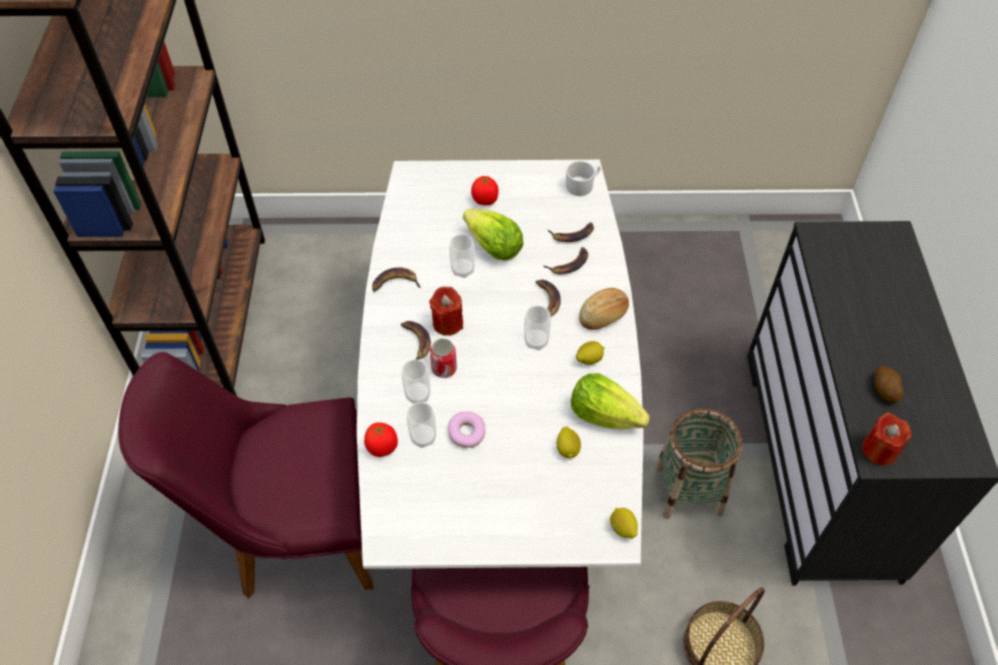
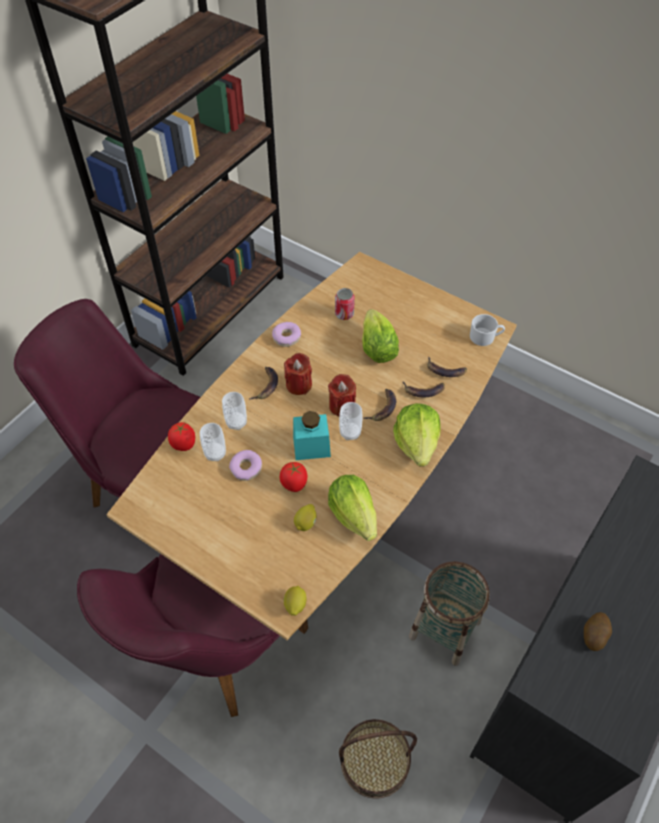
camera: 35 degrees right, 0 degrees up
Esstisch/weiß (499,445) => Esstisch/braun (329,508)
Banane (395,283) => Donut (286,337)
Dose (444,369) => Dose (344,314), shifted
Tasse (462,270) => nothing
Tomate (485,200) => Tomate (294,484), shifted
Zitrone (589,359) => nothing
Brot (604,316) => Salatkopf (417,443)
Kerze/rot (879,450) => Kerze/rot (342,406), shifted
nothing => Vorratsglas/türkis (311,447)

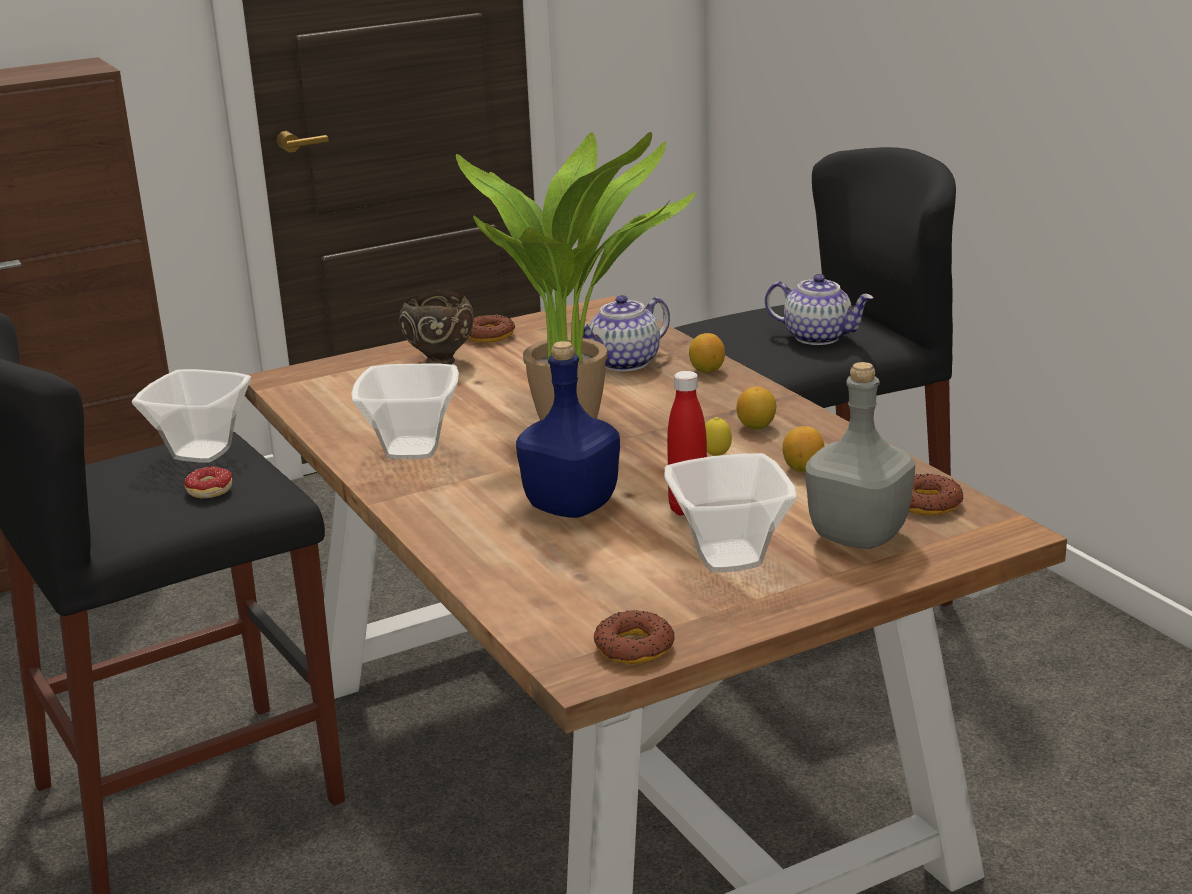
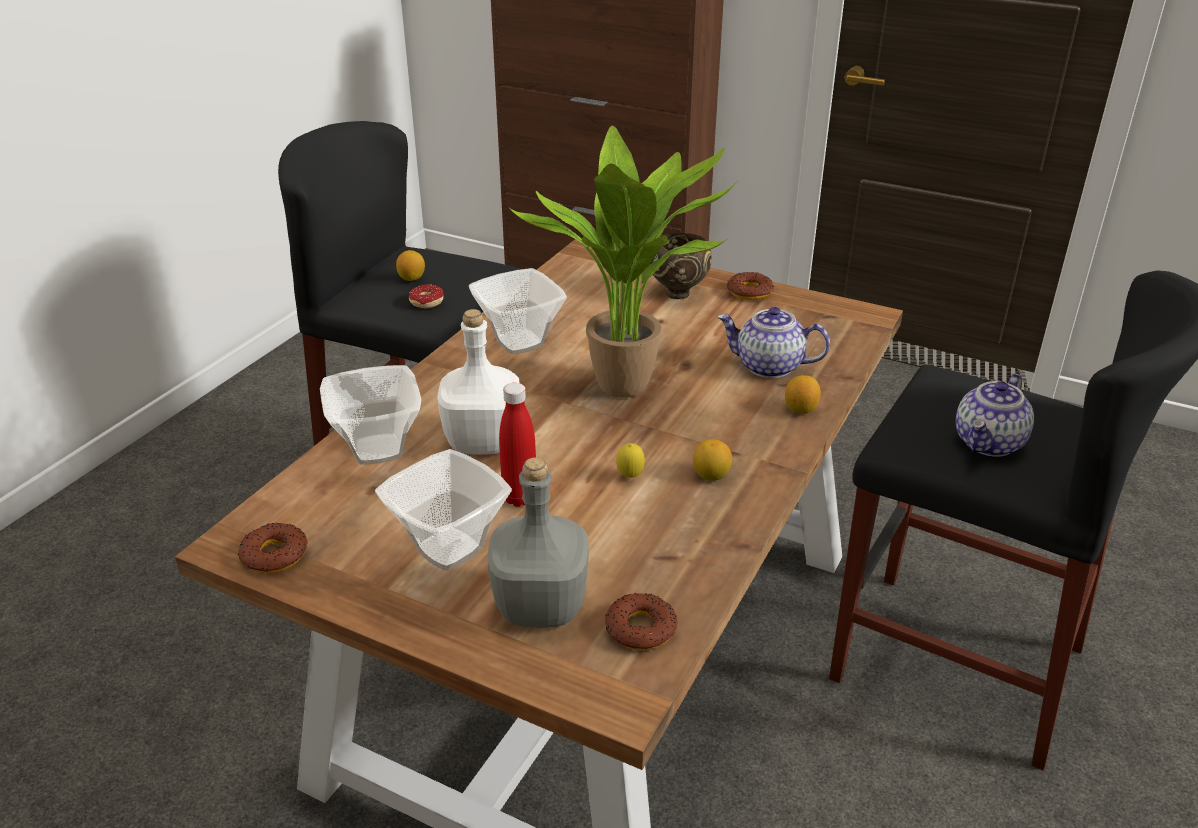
camera: 55 degrees right, 10 degrees up
Schüssel (202,453) => Schüssel (376,451), shifted
Flasche/blau (569,506) => Flasche/weiß (482,441)
Teekanne (818,337) => Teekanne (989,443), 45 degrees clockwise
Zitrone (803,468) => Zitrone (411,278), shifted

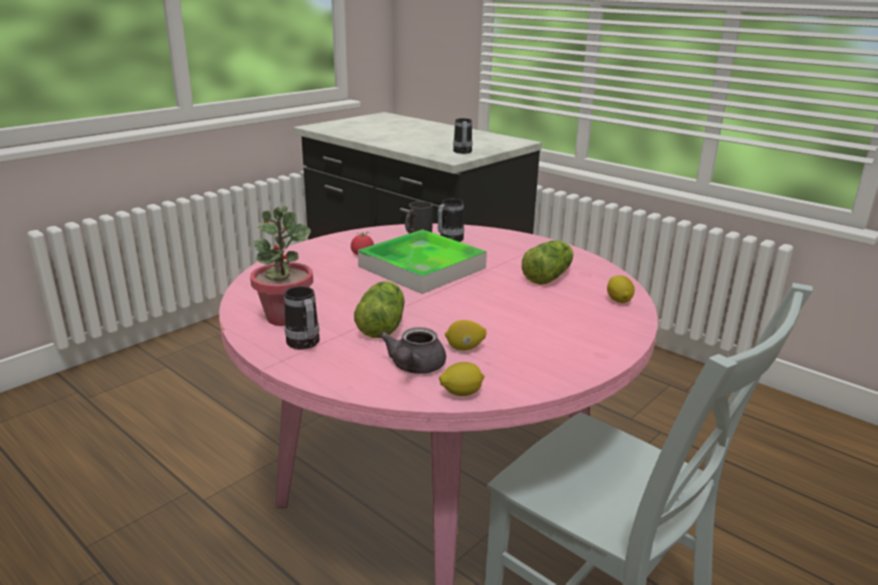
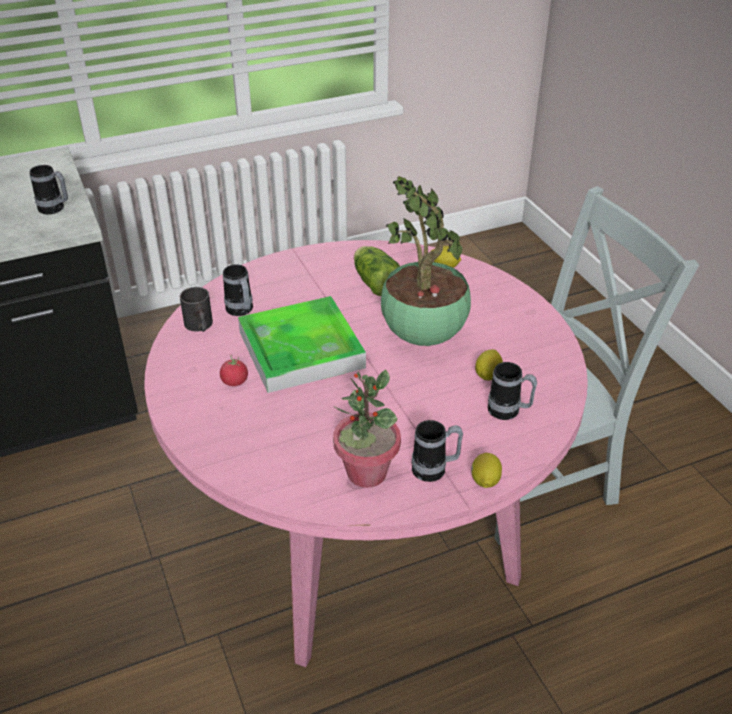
camera: 65 degrees left, 15 degrees up
Salatkopf (383,324) => nothing
Teekanne/grau (414,368) => Henkelbecher (509,412)
Zitrone (461,393) => Zitrone (485,481), shifted
nothing => Topfpflanze (425,337)

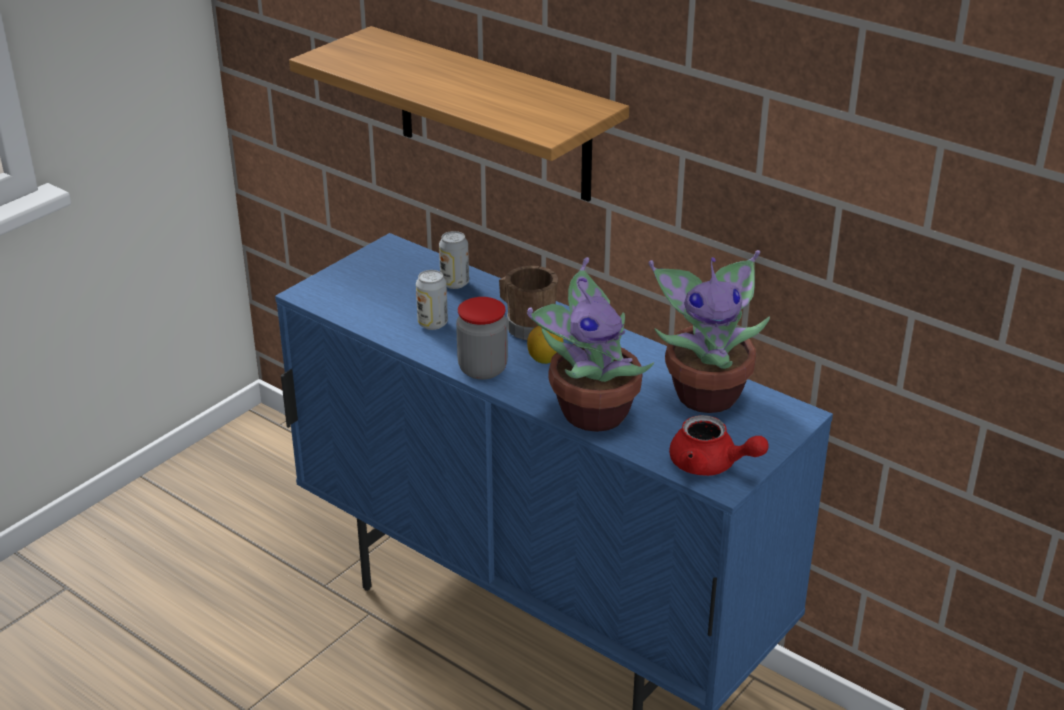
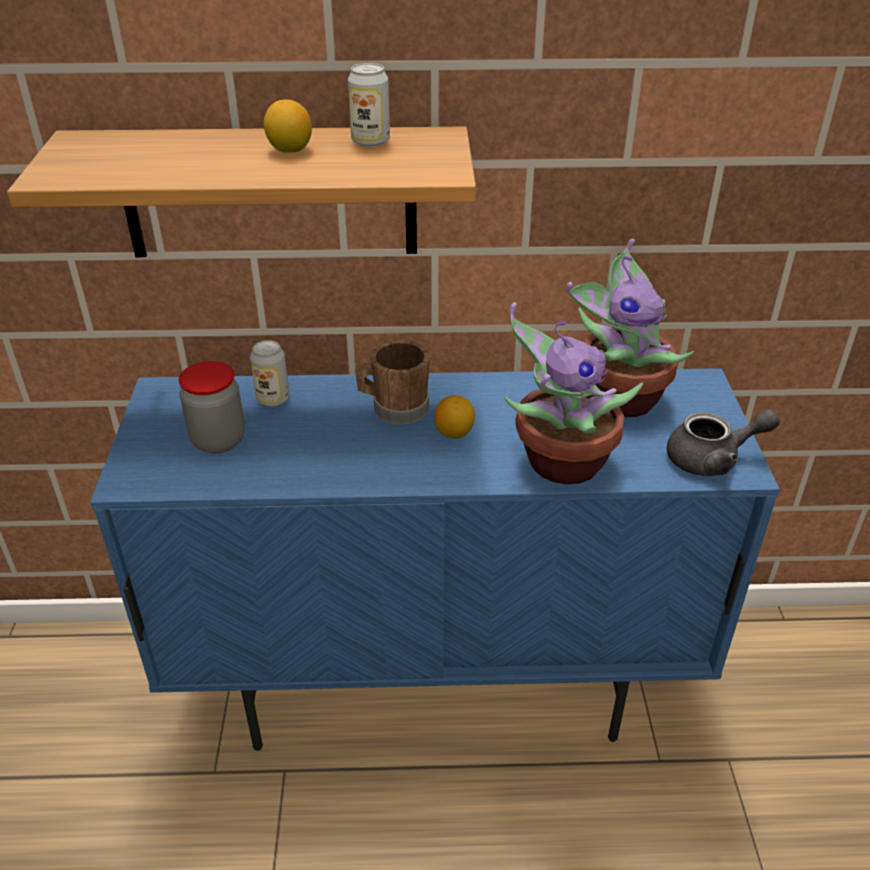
camera: 40 degrees left, 5 degrees up
Dose (432,324) => Dose (370,142), shifted
Vorratsglas (482,369) => Vorratsglas (218,440), shifted
Teekanne/rot (711,465) => Teekanne/grau (712,459)
nothing => Zitrone (290,150)

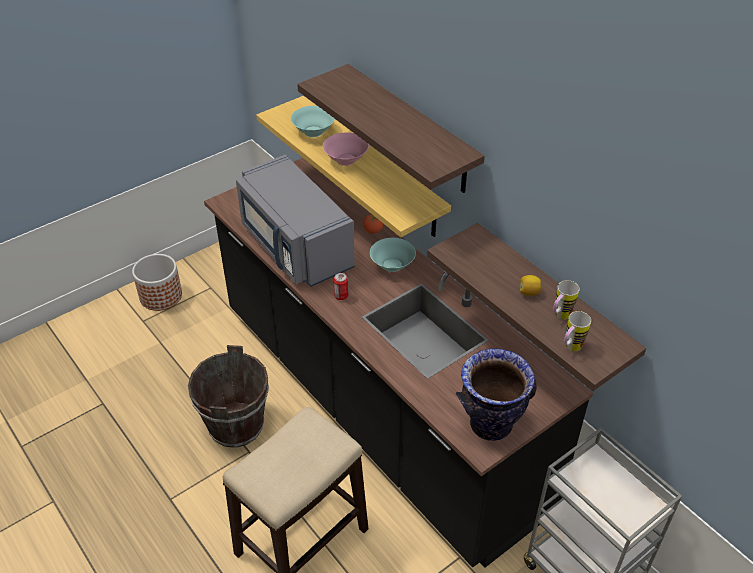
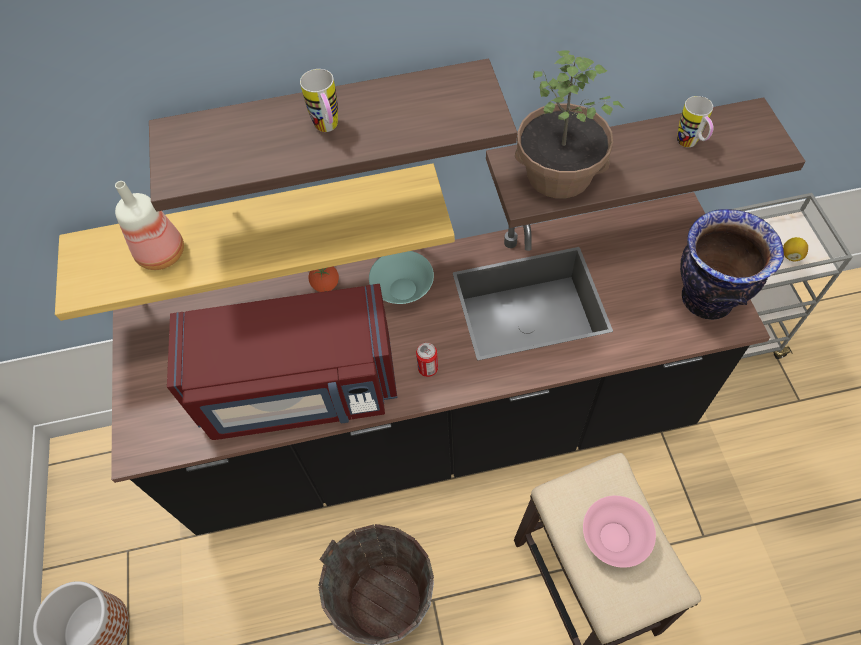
camera: 60 degrees left, 15 degrees up
Mikrowelle/grau (295,247) => Mikrowelle/rot (298,389)
Schüssel/türkis (314,131) => Flasche (163,253)
Schüssel/rosa (346,160) => Schüssel/rosa (615,538), shifted
Zitrone (529,292) => Zitrone (791,255), shifted
Henkelbecher (570,348) => Henkelbecher (328,129), shifted
nothing => Topfpflanze (558,175)

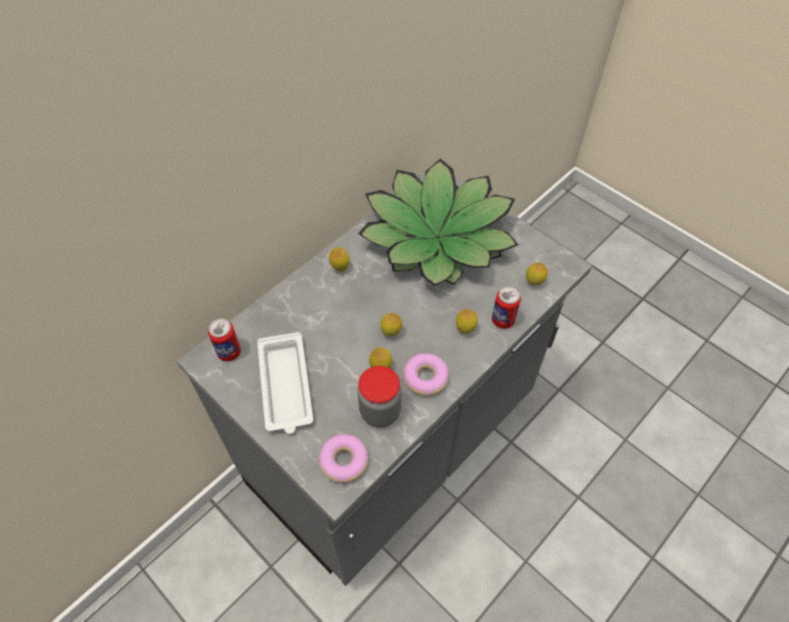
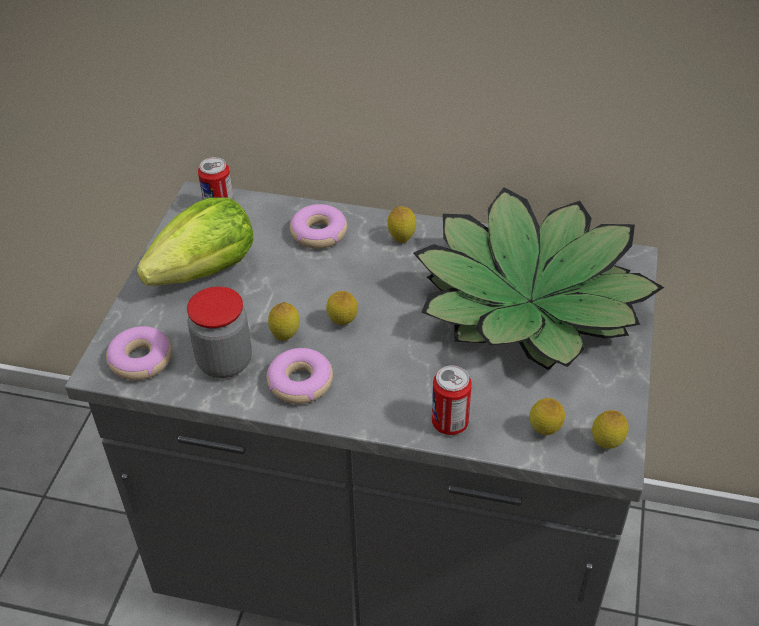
camera: 60 degrees right, 10 degrees down
Tablett/weiß (285,386) => Salatkopf (206,271)
Zitrone (465,329) => Zitrone (606,444), shifted
nothing => Donut (318,233)

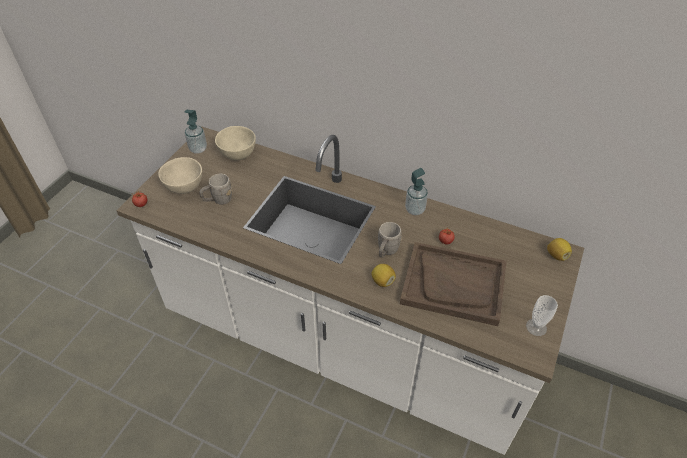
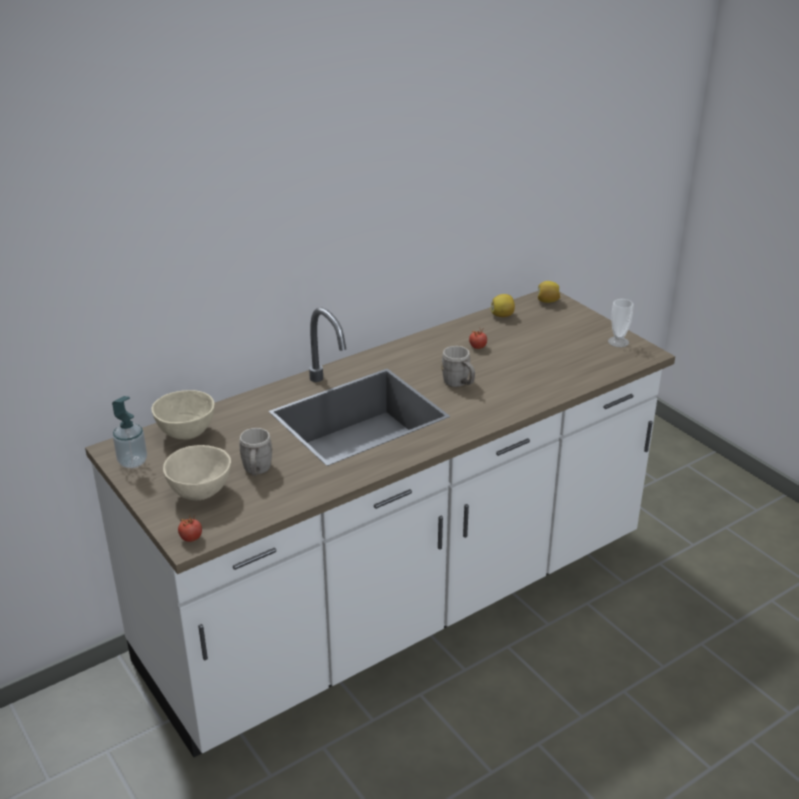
camera: 60 degrees left, 15 degrees down
Zitrone (382,281) => Zitrone (502,315), shifted
Tablett/braun (454,284) => nothing
Seifenspender (415,209) => nothing

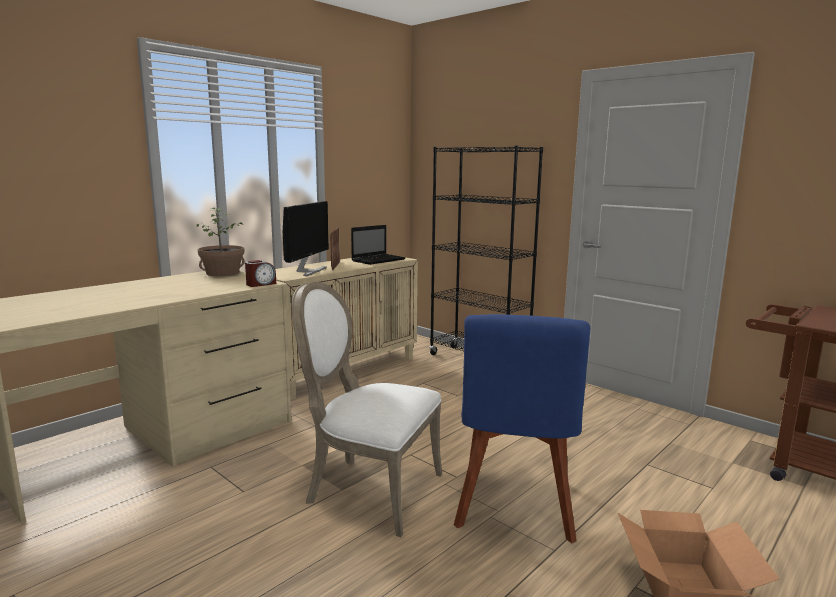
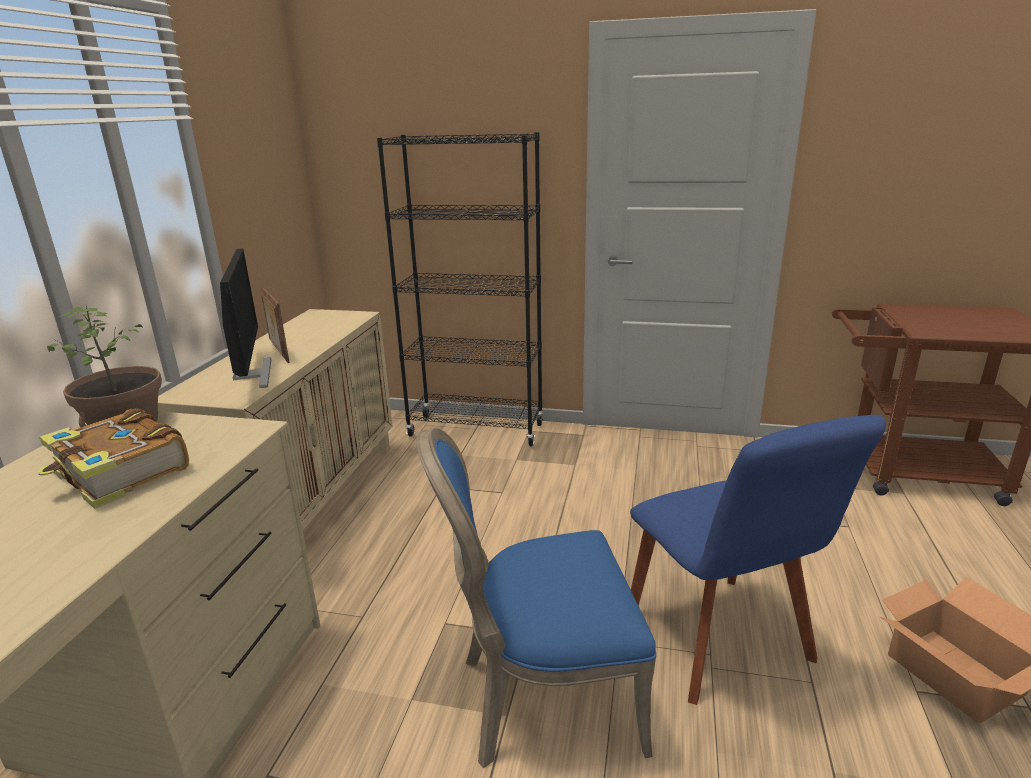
camera: 30 degrees left, 10 degrees up
Wecker (261,284) => nothing
Stuhl/weiß (369,490) => Stuhl/blau (541,698)
Laptop (379,260) => nothing
nothing => Buch (120,473)

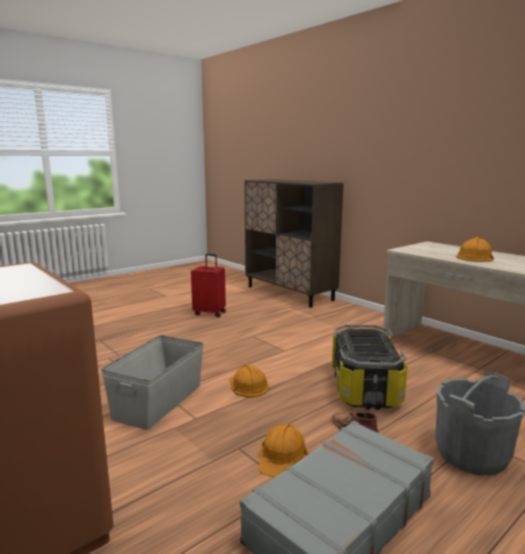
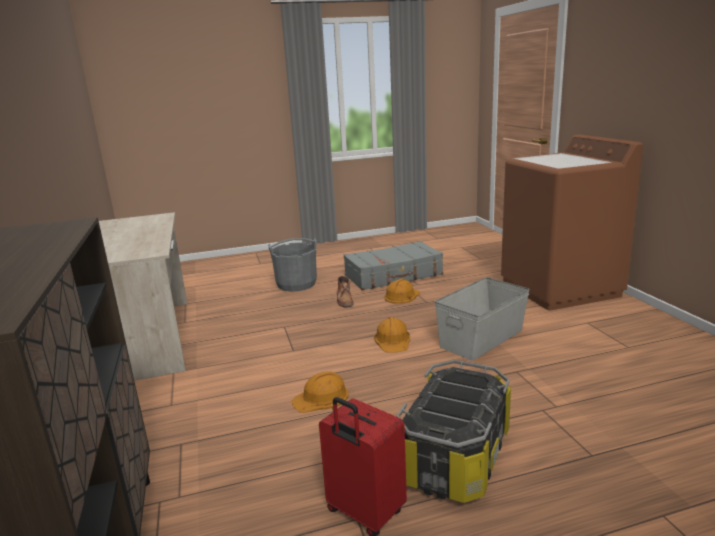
camera: 155 degrees left, 5 degrees up
Aufbewahrungsbox (365,387) => Aufbewahrungsbox (454,456), shifted
Schutzhelm/orange (475,257) => Schutzhelm/orange (321,398), shifted

